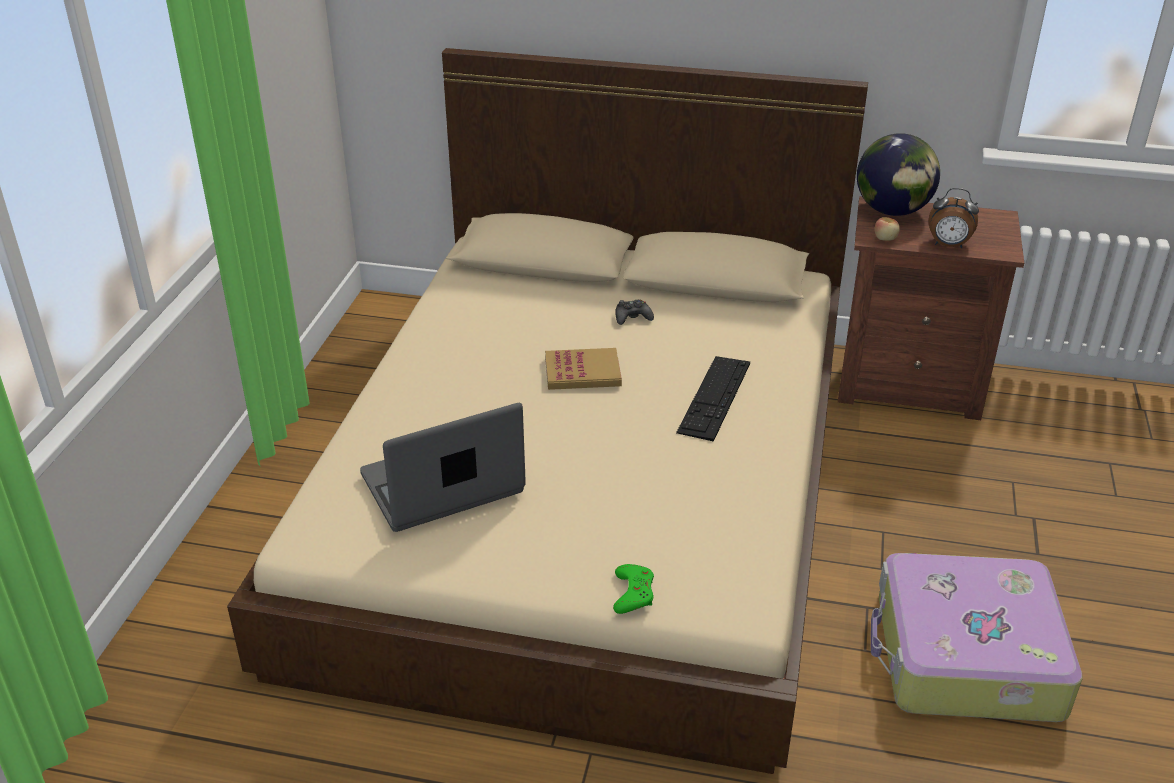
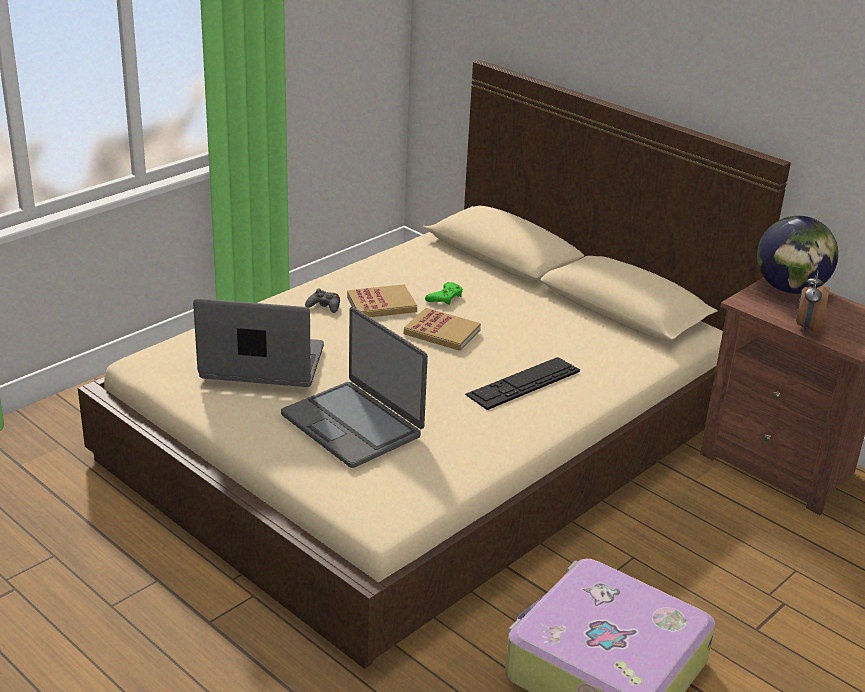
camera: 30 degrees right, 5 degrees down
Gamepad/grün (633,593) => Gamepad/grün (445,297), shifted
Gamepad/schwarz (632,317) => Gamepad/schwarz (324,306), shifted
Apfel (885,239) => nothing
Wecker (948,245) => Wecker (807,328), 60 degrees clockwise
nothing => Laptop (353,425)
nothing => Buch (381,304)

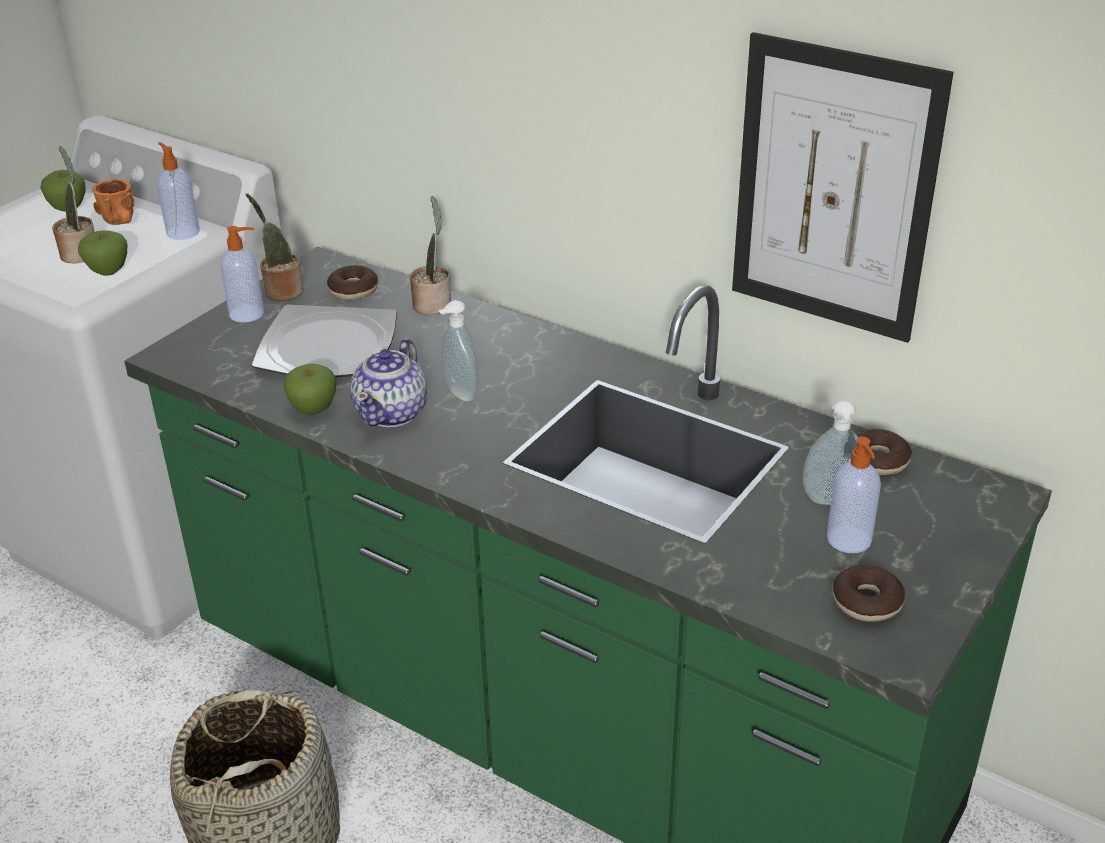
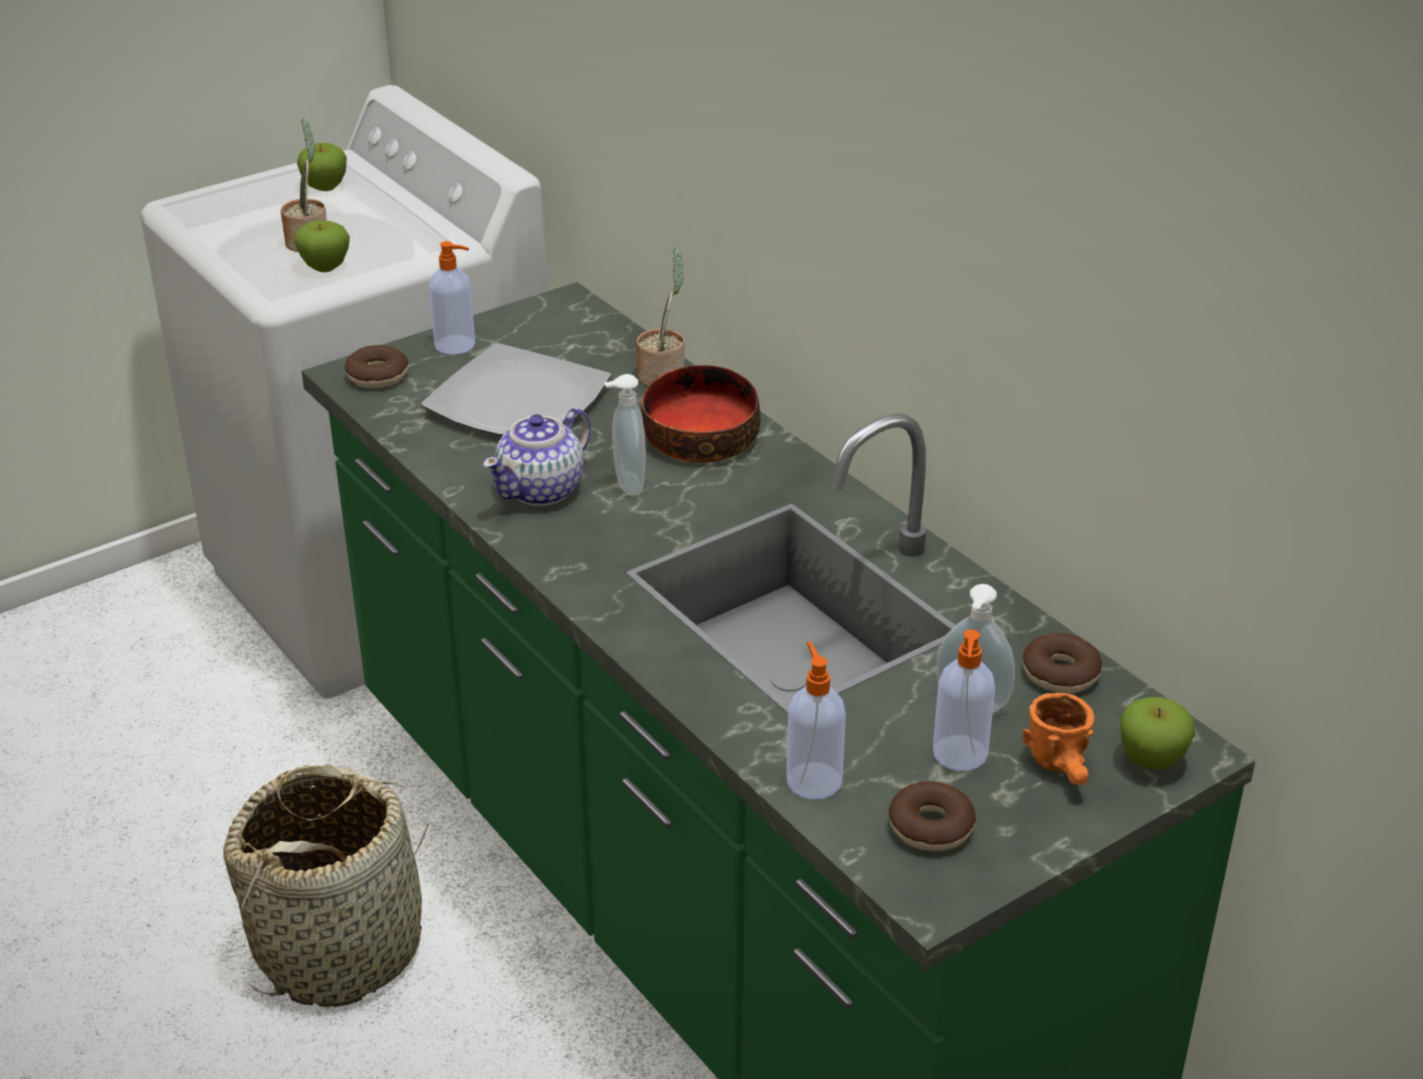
camera: 20 degrees right, 0 degrees up
Henkelbecher/orange (124,223) => Henkelbecher/orange (1065,769), shifted
Seifenspender (182,232) => Seifenspender (813,779), shifted
Topfpflanze (281,291) => nothing
Apfel (313,409) => Apfel (1151,760), shifted
Donut (353,290) => Donut (377,376), shifted
Bild (833,190) => nothing
nothing => Schüssel (699,437)

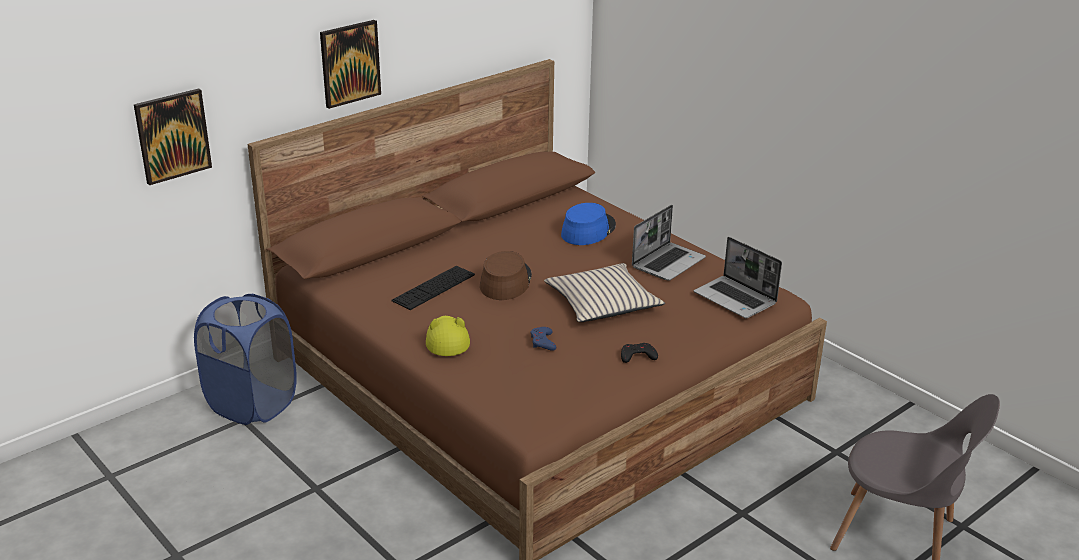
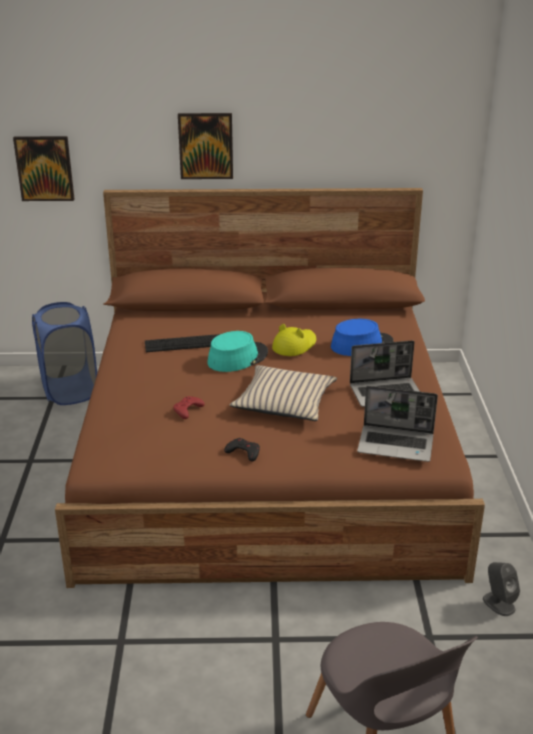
camera: 40 degrees right, 0 degrees up
Hut/gelb (447,340) => Hut/gelb (294,345), shifted
Hut/braun (505,281) => Hut/türkis (237,358)
Gamepad/blau (543,342) => Gamepad/rot (187,410)
Laptop (736,299) => Laptop (396,444), 75 degrees counterclockwise
nothing => Lautsprecher/grau (498,603)

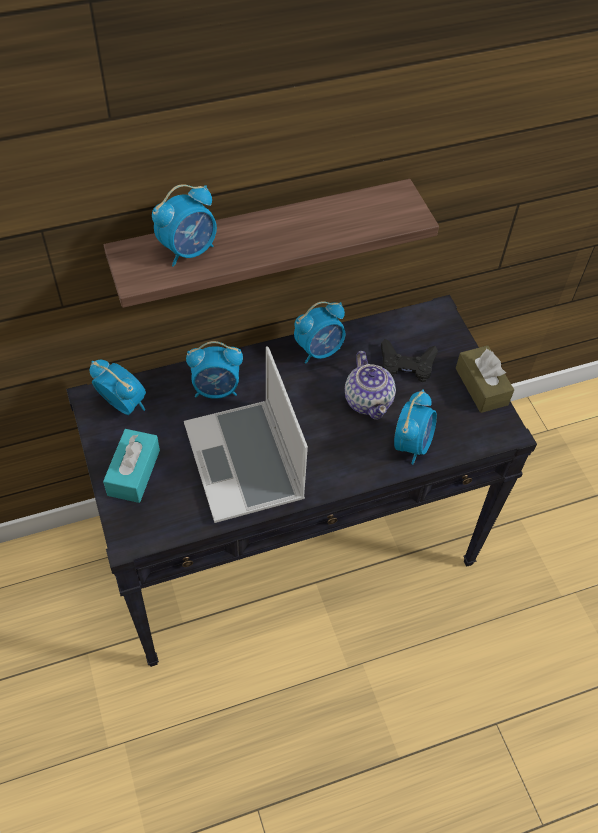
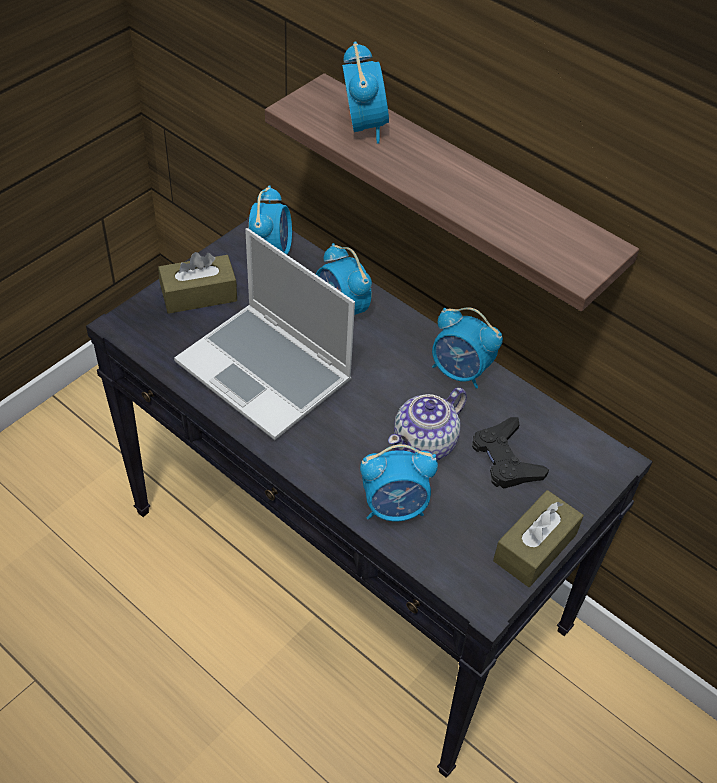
camera: 60 degrees right, 5 degrees down
Taschentuchbox/türkis (134,472) => Taschentuchbox/braun (199,295)
Wecker (189,250) => Wecker (363,126), 120 degrees counterclockwise
Laptop (246,463) => Laptop (267,372), 90 degrees counterclockwise

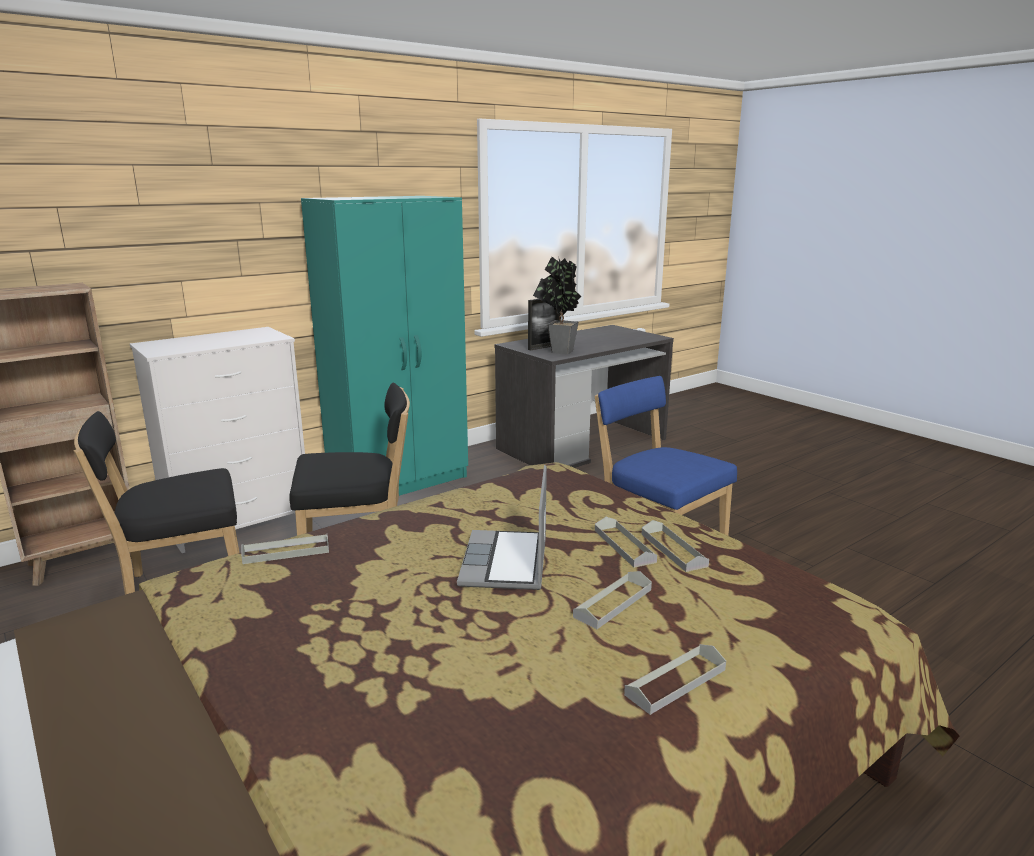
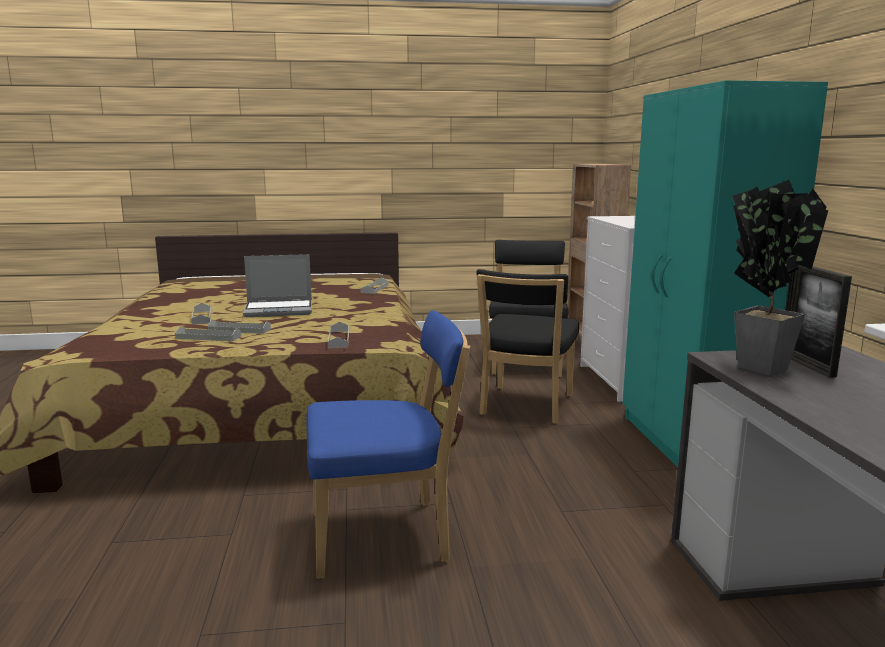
camera: 120 degrees right, 5 degrees down
Laptop (506,563) => Laptop (280,310), 135 degrees clockwise
Tablett/grau (676,682) => Tablett/grau (339,339), shifted

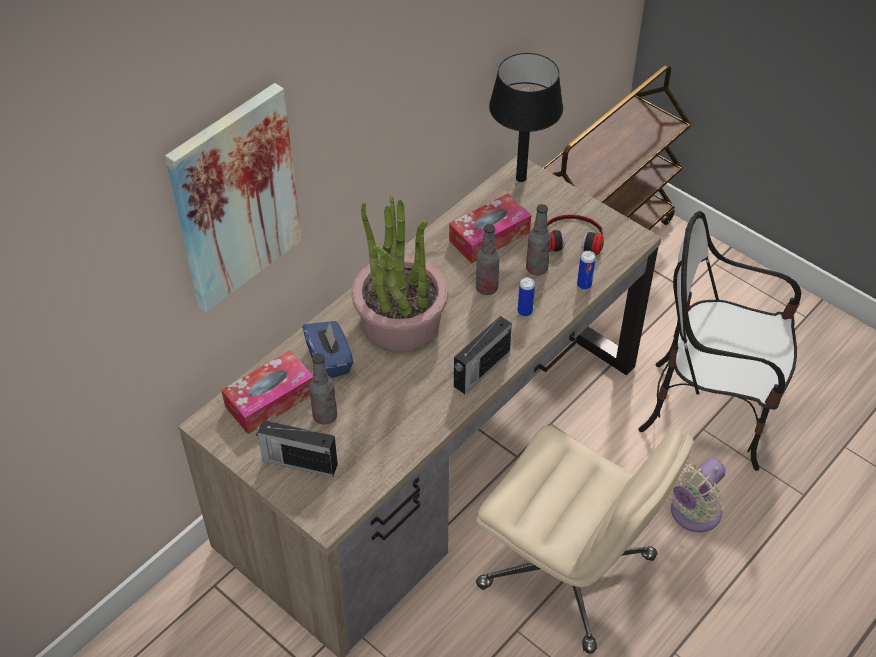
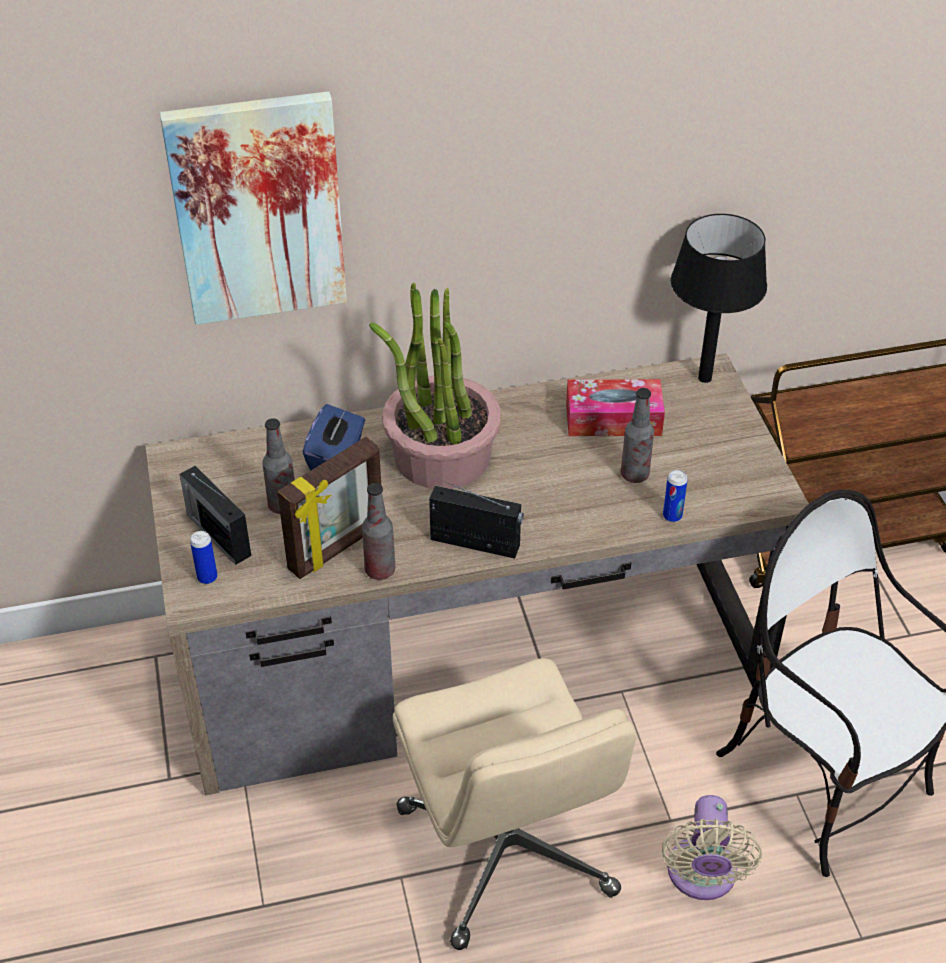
camera: 35 degrees right, 5 degrees down
Taschentuchbox (270,399) => nothing
Radio (480,370) => Radio (476,543), 150 degrees counterclockwise
Flasche (486,288) => Flasche (380,570), shifted
Dose (525,311) => Dose (207,577), shifted
Kopfhörer (572,237) => nothing
Ventilator/beige (692,514) => Ventilator/beige (701,876), 75 degrees counterclockwise
nothing => Bilderrahmen (337,548)

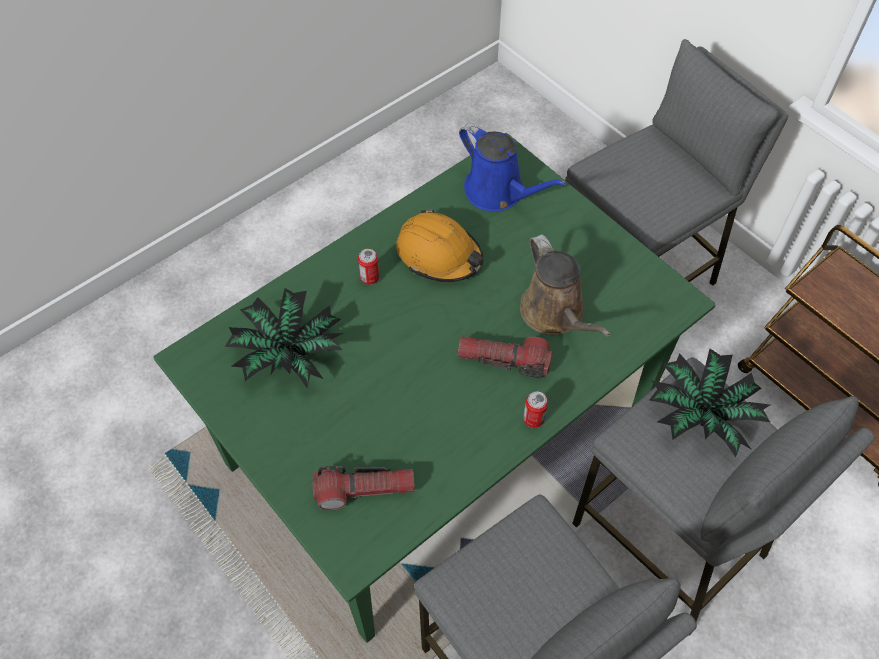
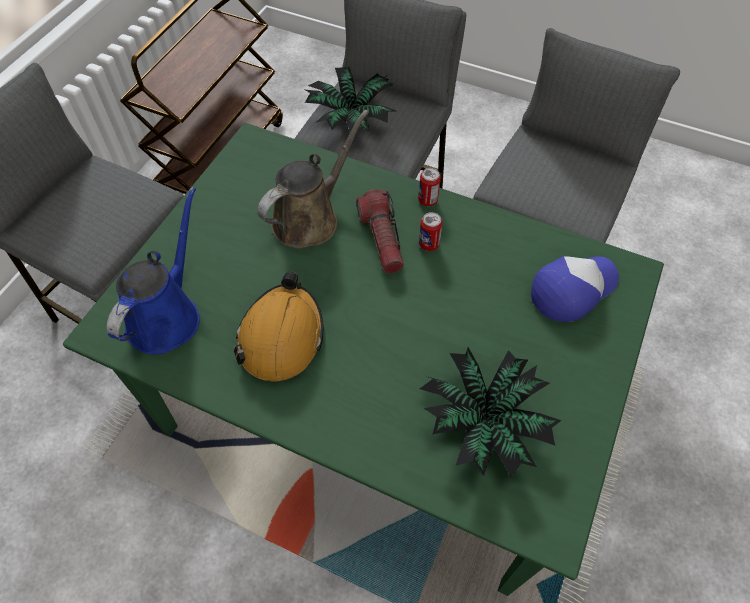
camera: 115 degrees left, 0 degrees up
Taschenlampe (364,490) => Kappe (572,289)
Dose (370,278) => Dose (429,244), shifted

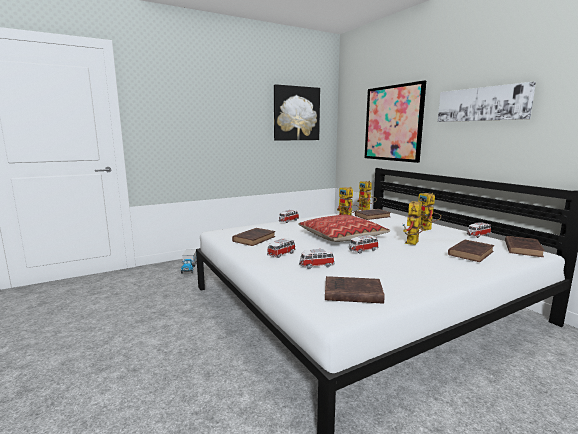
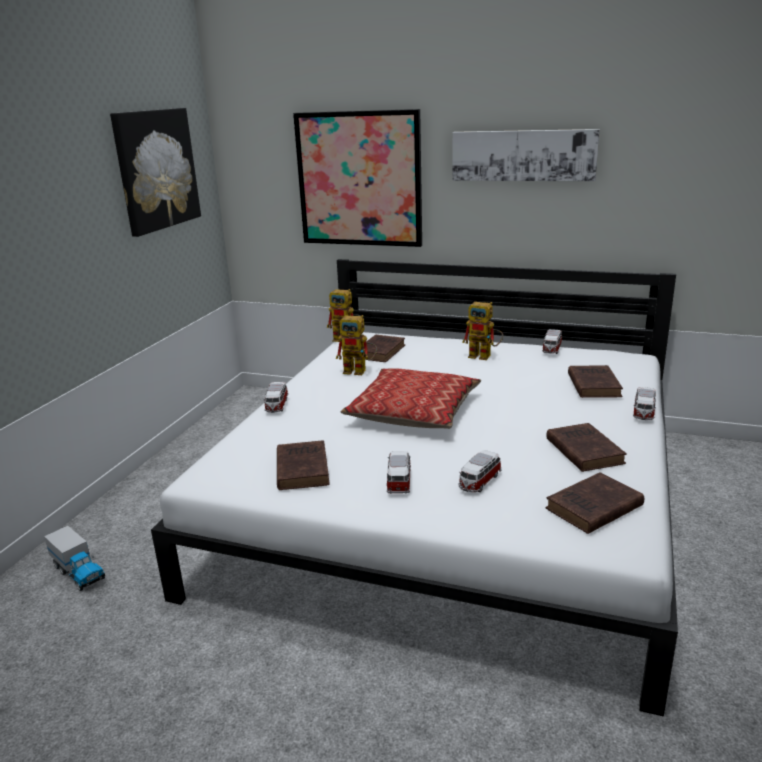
camera: 40 degrees left, 10 degrees up
Spielzeugauto (363,250) => Spielzeugauto (643,413), shifted
Spielzeugroboter (412,243) => nothing
Buch/braun (522,248) => Buch/braun (583,450), shifted

